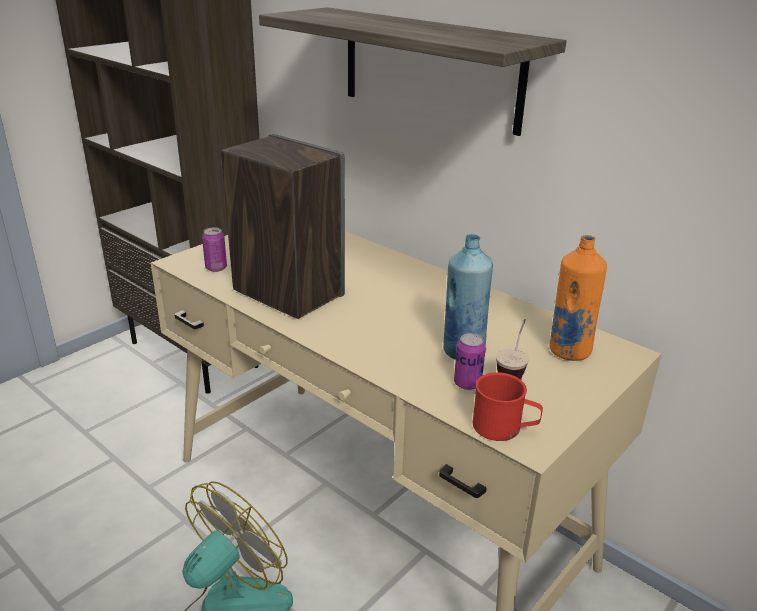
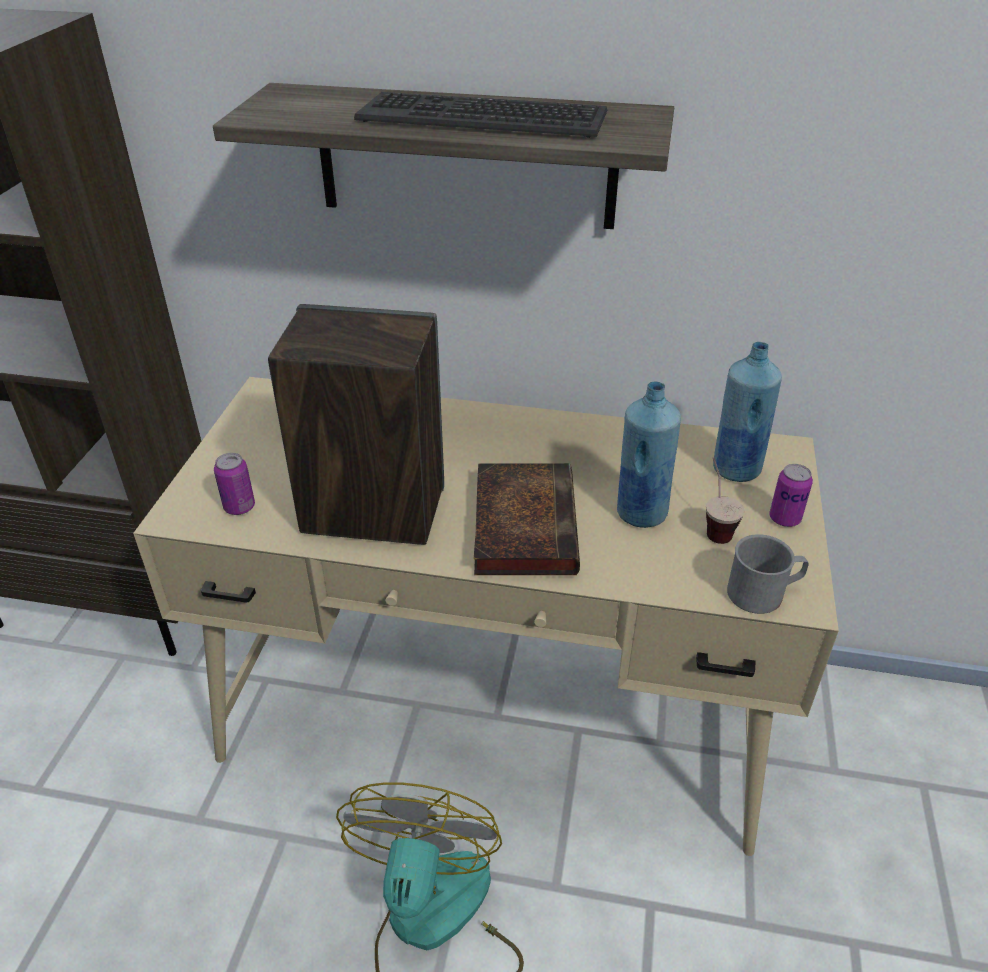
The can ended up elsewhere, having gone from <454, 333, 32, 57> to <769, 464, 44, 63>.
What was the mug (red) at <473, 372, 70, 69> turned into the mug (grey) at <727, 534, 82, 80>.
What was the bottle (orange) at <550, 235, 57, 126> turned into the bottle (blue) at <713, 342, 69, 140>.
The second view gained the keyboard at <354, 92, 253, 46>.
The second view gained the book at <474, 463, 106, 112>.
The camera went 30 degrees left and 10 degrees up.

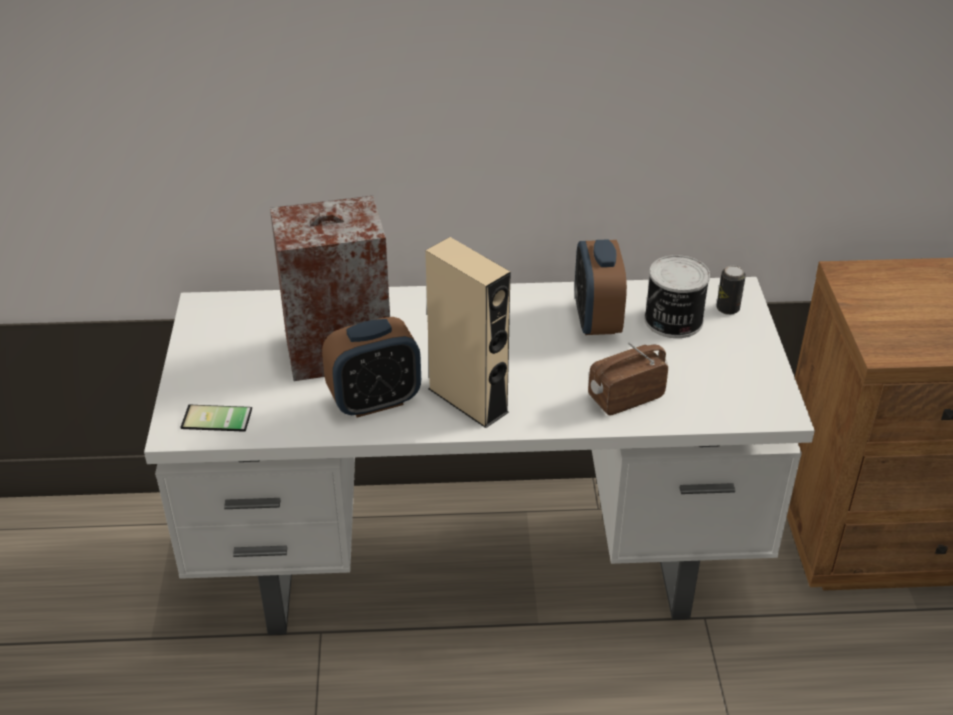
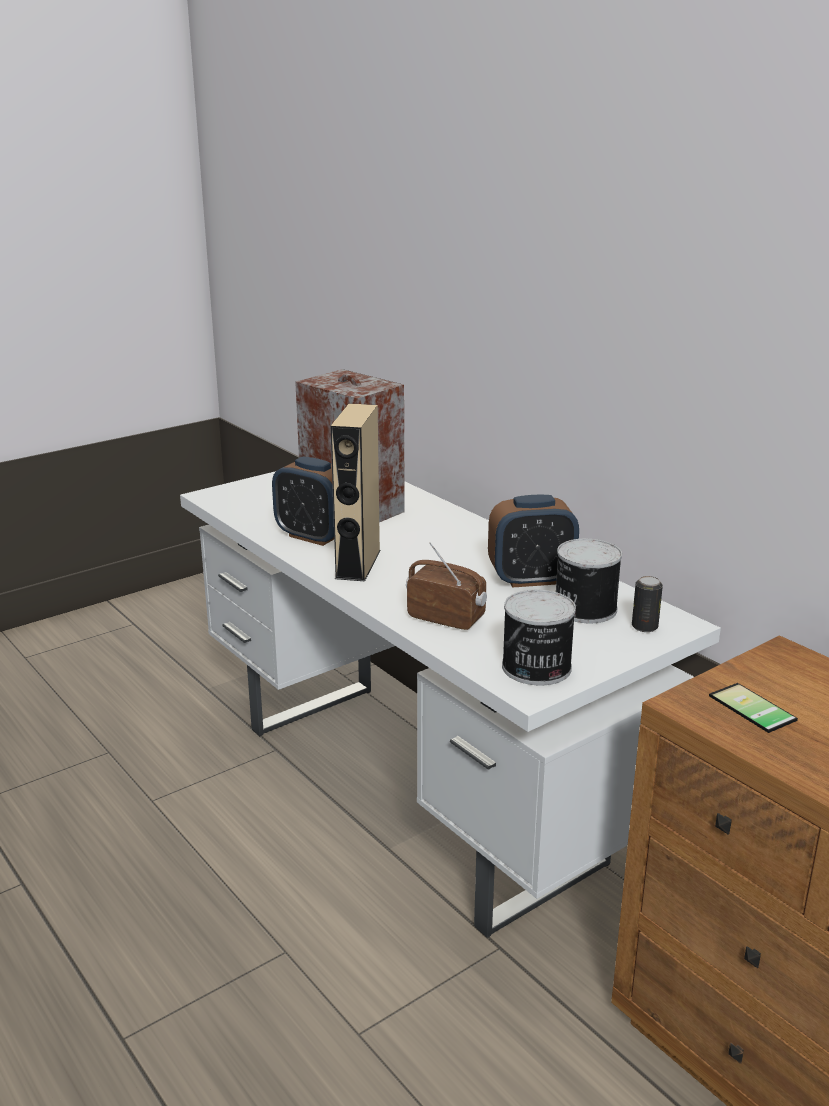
The phone ended up elsewhere, having gone from <180, 405, 72, 27> to <709, 683, 89, 50>.
The alarm clock at <575, 239, 52, 96> ended up facing another way, 150 degrees counterclockwise from before.
The second view gained the can at <502, 590, 74, 95>.
The camera went 55 degrees right and 15 degrees down.

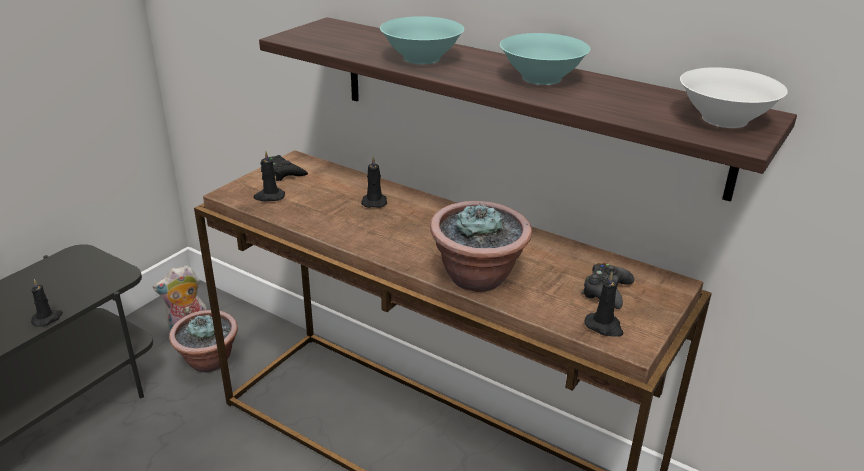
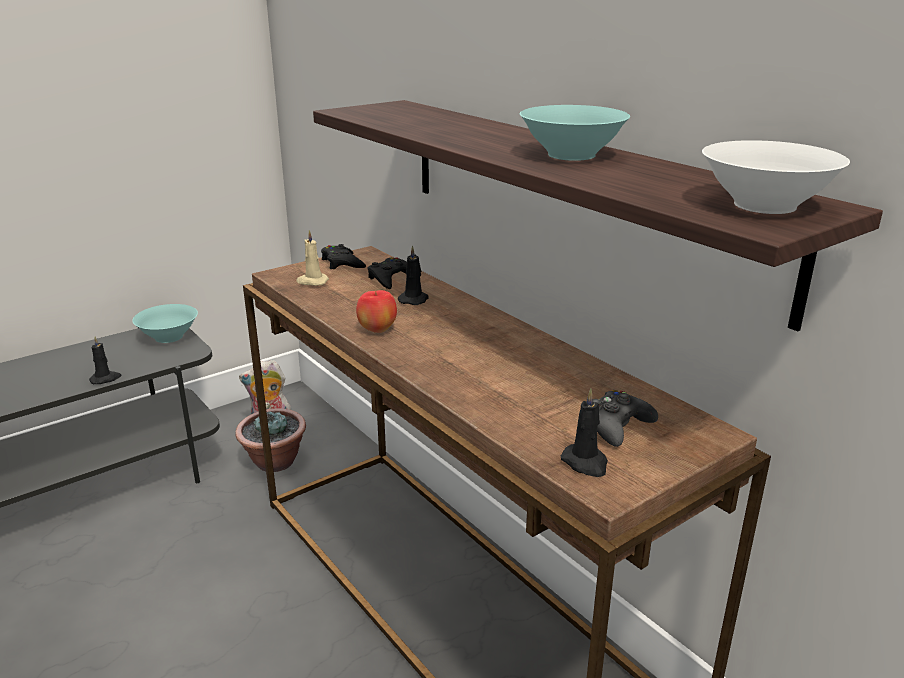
What was the candle (black) at <253, 150, 32, 51> turned into the candle (beige) at <296, 230, 33, 56>.
The bowl (turquoise) ended up elsewhere, having gone from <380, 16, 84, 48> to <132, 304, 66, 39>.
The second view lost the potted plant at <430, 201, 102, 91>.
The second view gained the apple at <356, 290, 41, 43>.
The second view gained the game controller (black) at <368, 258, 53, 31>.
The camera went 20 degrees right and 5 degrees down.

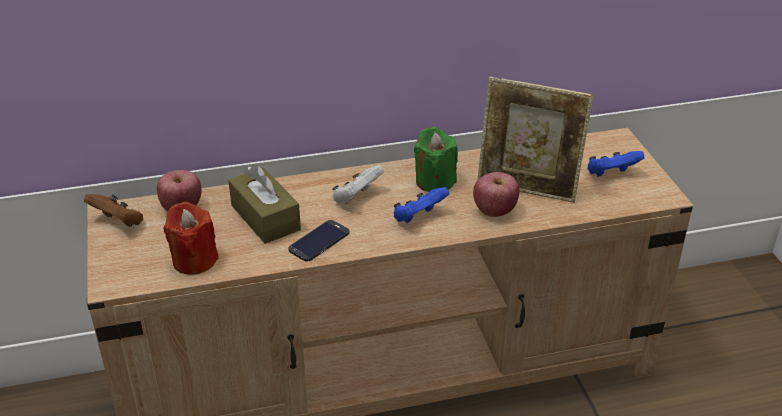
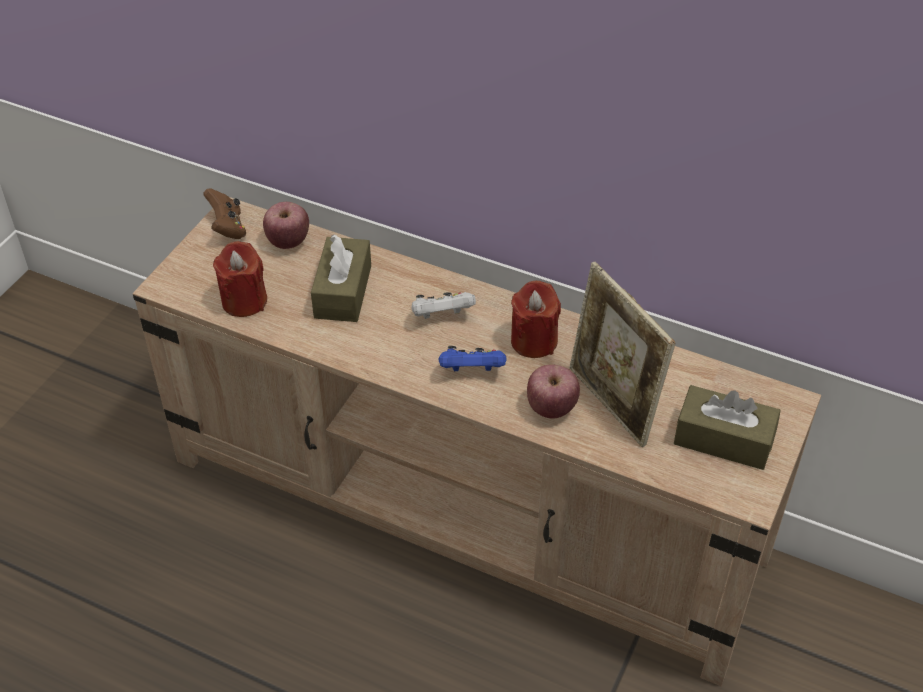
The second view lost the phone at <288, 220, 61, 42>.
What was the candle (green) at <414, 127, 44, 65> turned into the candle (red) at <511, 281, 50, 77>.
Where the game controller (blue) stood at <587, 151, 57, 26>, the tissue box (brown) came to stand at <674, 385, 107, 85>.
The camera went 40 degrees right and 10 degrees up.

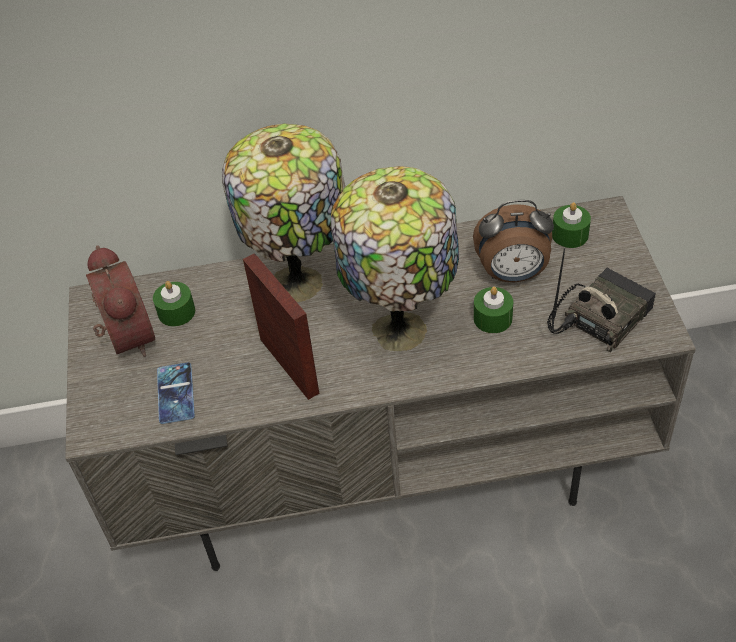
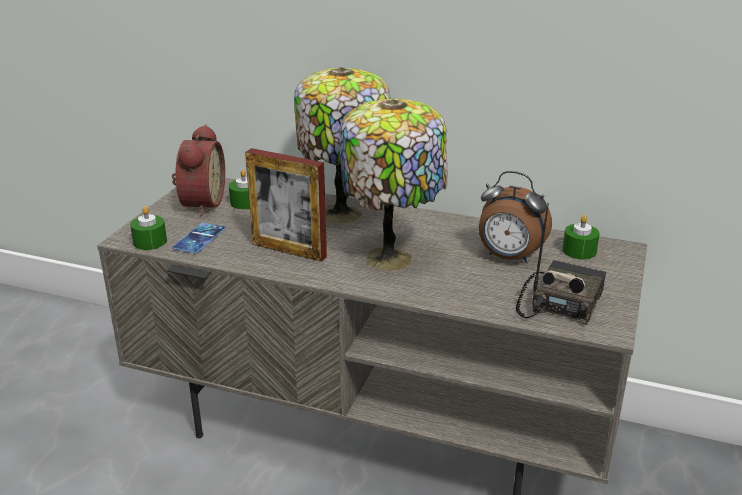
The picture frame at <243, 253, 76, 147> ended up facing another way, 120 degrees clockwise from before.
The candle (green) ended up elsewhere, having gone from <474, 287, 39, 46> to <130, 206, 37, 44>.
The radio at <547, 248, 109, 104> ended up facing another way, 45 degrees counterclockwise from before.
The camera went 25 degrees right and 20 degrees down.

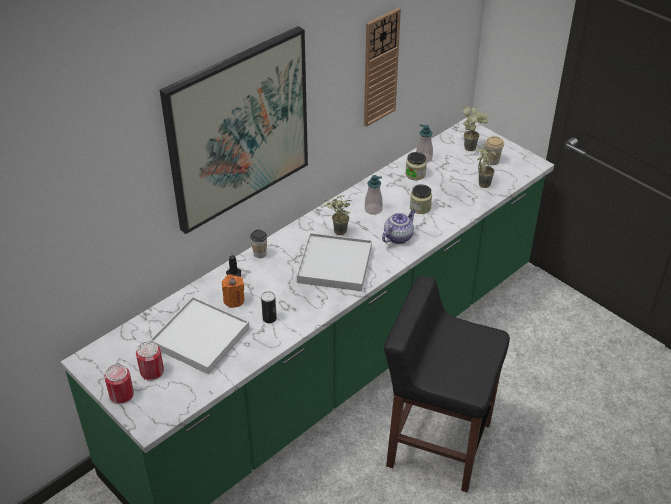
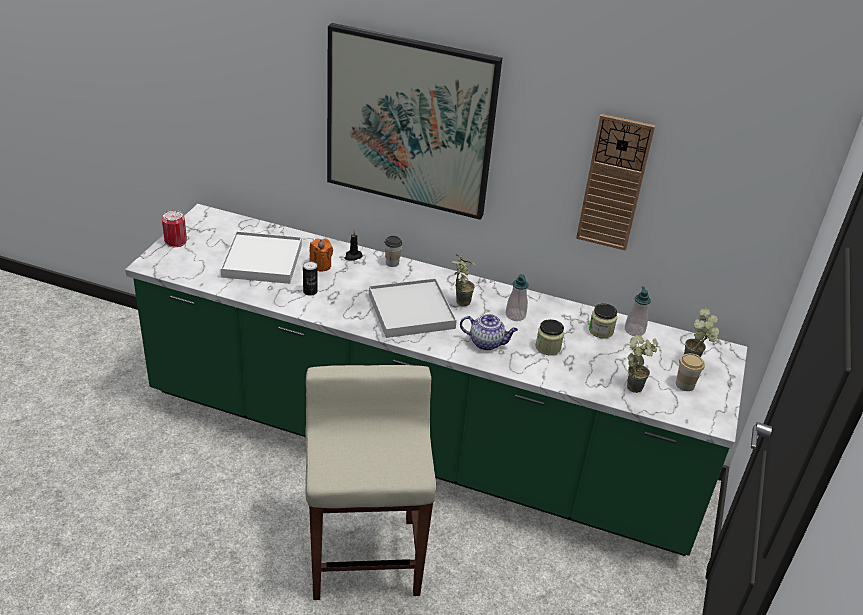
The second view lost the can at <136, 341, 28, 40>.
What was the stool (black) at <384, 276, 126, 216> turned into the stool (beige) at <305, 365, 131, 235>.
The camera went 60 degrees right and 5 degrees down.

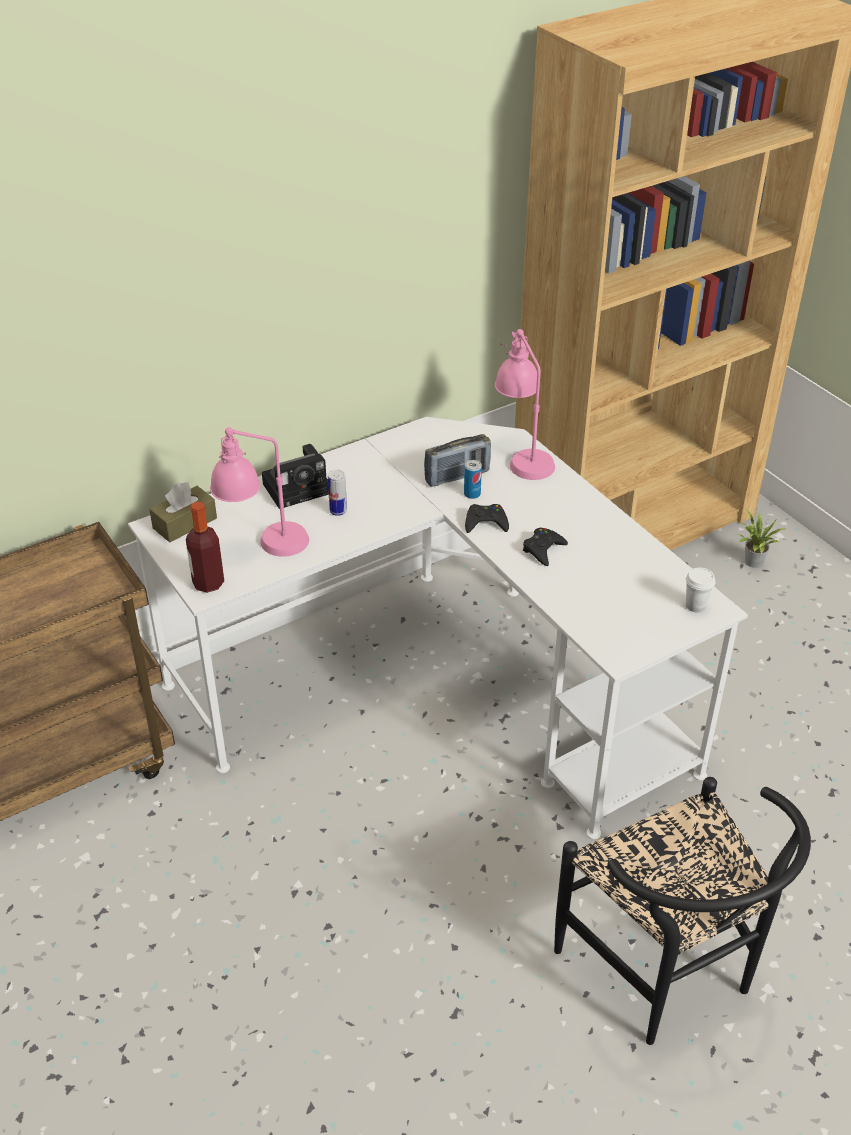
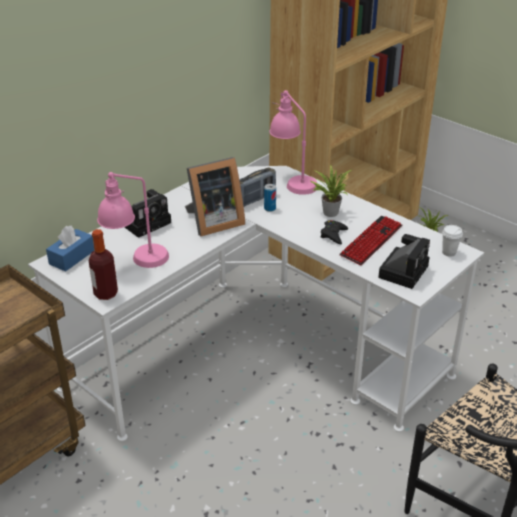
What was the tissue box (brown) at <149, 482, 68, 60> turned into the tissue box (blue) at <46, 226, 48, 46>.
The second view lost the can at <328, 469, 19, 47>.
The second view lost the game controller (black) at <465, 504, 44, 29>.
The second view gained the picture frame at <185, 157, 60, 79>.
The second view gained the potted plant at <310, 164, 43, 53>.
The second view gained the keyboard at <340, 216, 62, 49>.
The second view gained the photo camera at <378, 234, 52, 55>.
The camera went 15 degrees left and 5 degrees down.

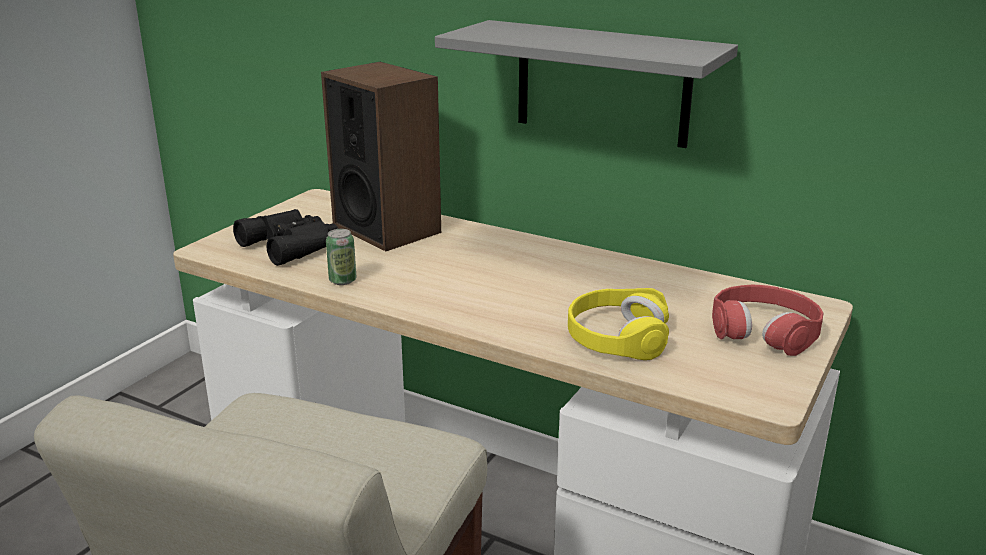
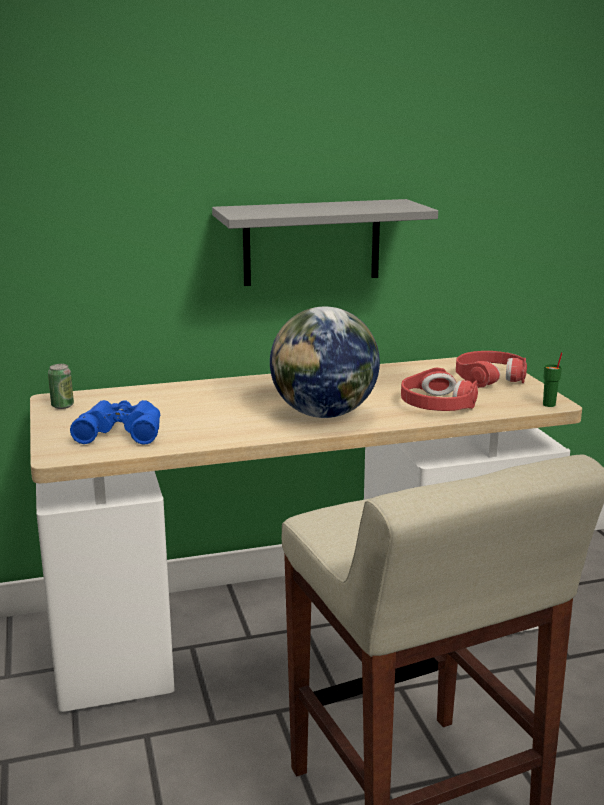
What was the binoculars (black) at <233, 209, 105, 57> turned into the binoculars (blue) at <70, 400, 90, 45>.
The second view lost the speaker at <321, 62, 120, 189>.
The can ended up elsewhere, having gone from <326, 229, 30, 56> to <48, 364, 26, 45>.
What was the headphones (yellow) at <568, 288, 101, 72> turned into the headphones (red) at <401, 367, 77, 44>.
The second view gained the globe at <270, 307, 110, 111>.
The second view gained the cup (green) at <543, 353, 19, 54>.
The camera went 45 degrees left and 5 degrees down.

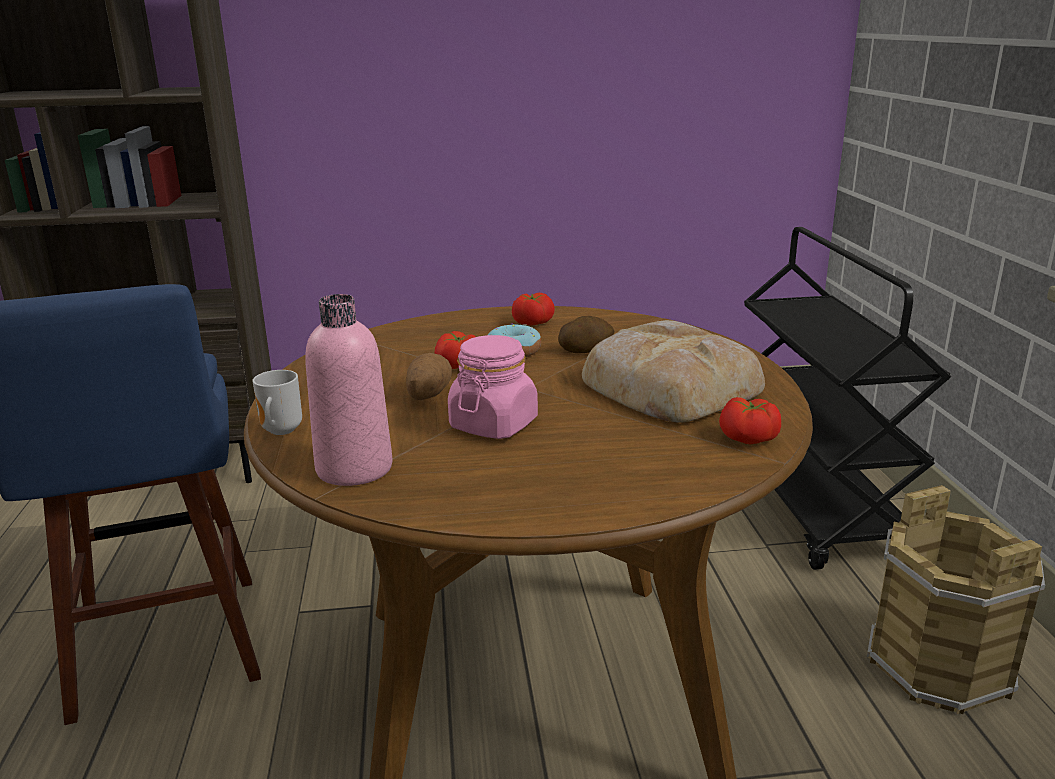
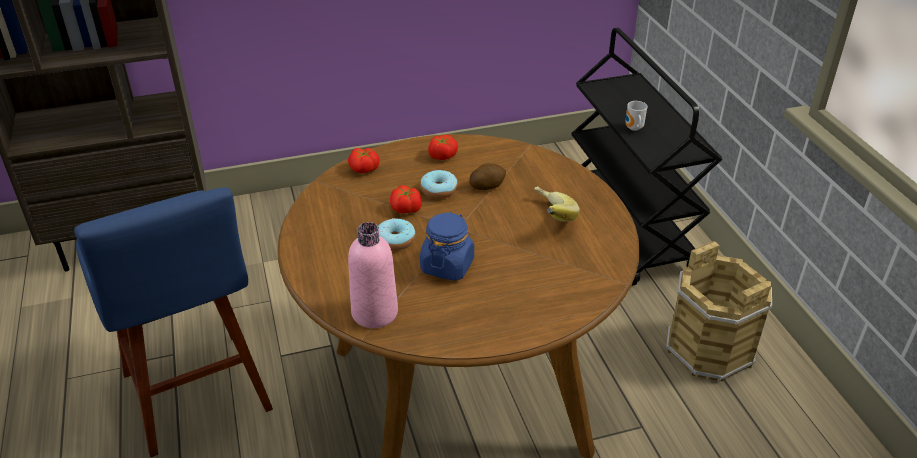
The mug ended up elsewhere, having gone from <253, 370, 49, 65> to <625, 101, 22, 30>.
Where the potato stood at <406, 353, 46, 47>, the donut came to stand at <378, 218, 38, 33>.
What was the jar (pink) at <448, 335, 90, 104> turned into the jar (blue) at <420, 212, 54, 69>.
Where the bread stood at <582, 320, 183, 103>, the banana came to stand at <534, 186, 46, 36>.
The tomato ended up elsewhere, having gone from <719, 397, 62, 48> to <348, 148, 32, 25>.
The camera went 10 degrees left and 15 degrees up.

